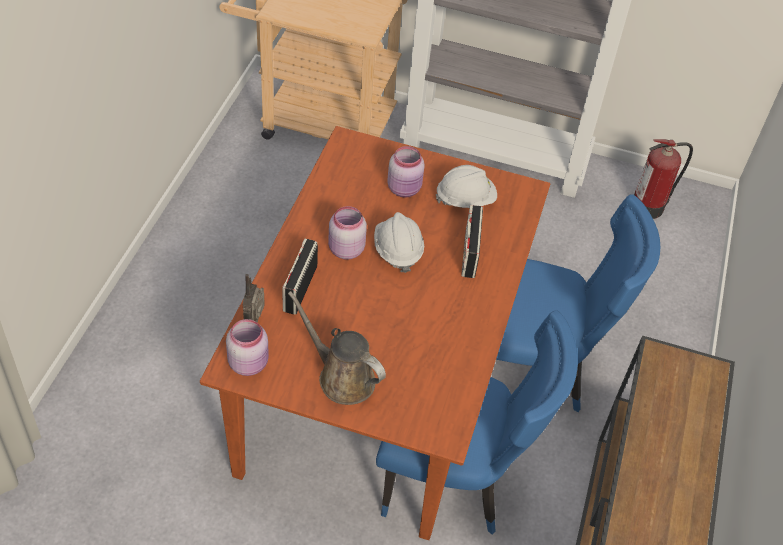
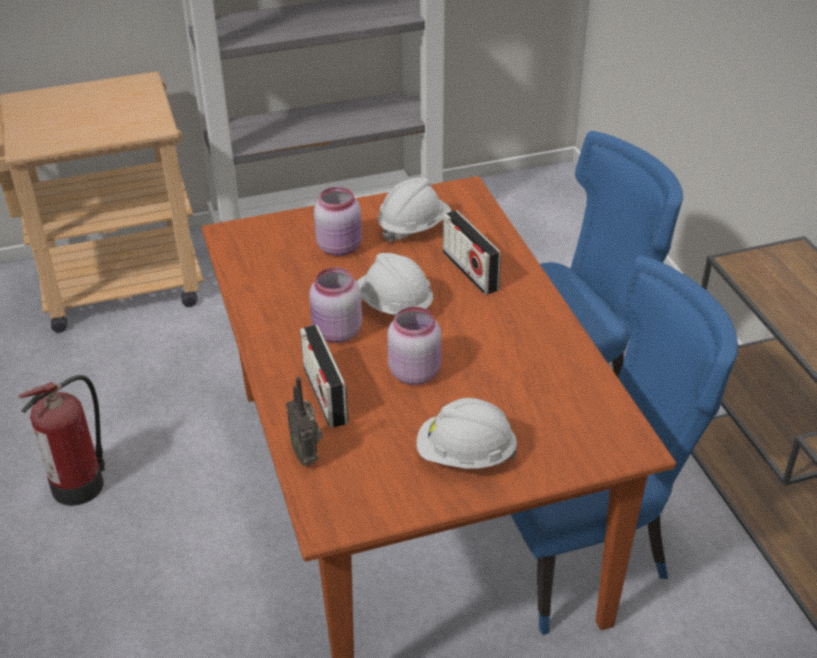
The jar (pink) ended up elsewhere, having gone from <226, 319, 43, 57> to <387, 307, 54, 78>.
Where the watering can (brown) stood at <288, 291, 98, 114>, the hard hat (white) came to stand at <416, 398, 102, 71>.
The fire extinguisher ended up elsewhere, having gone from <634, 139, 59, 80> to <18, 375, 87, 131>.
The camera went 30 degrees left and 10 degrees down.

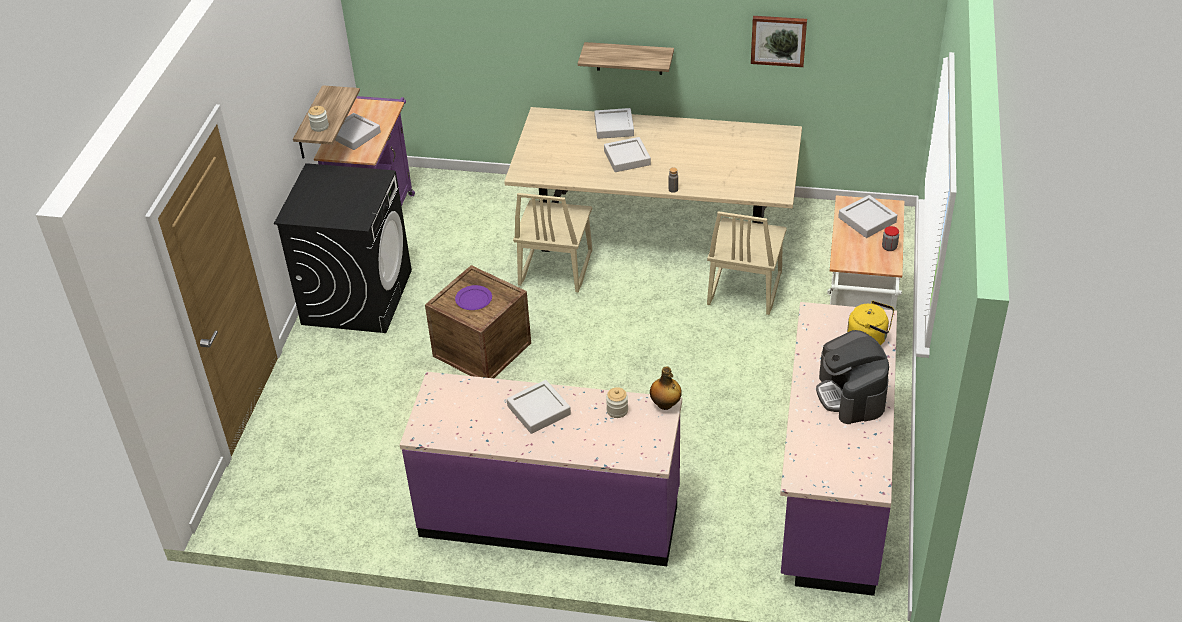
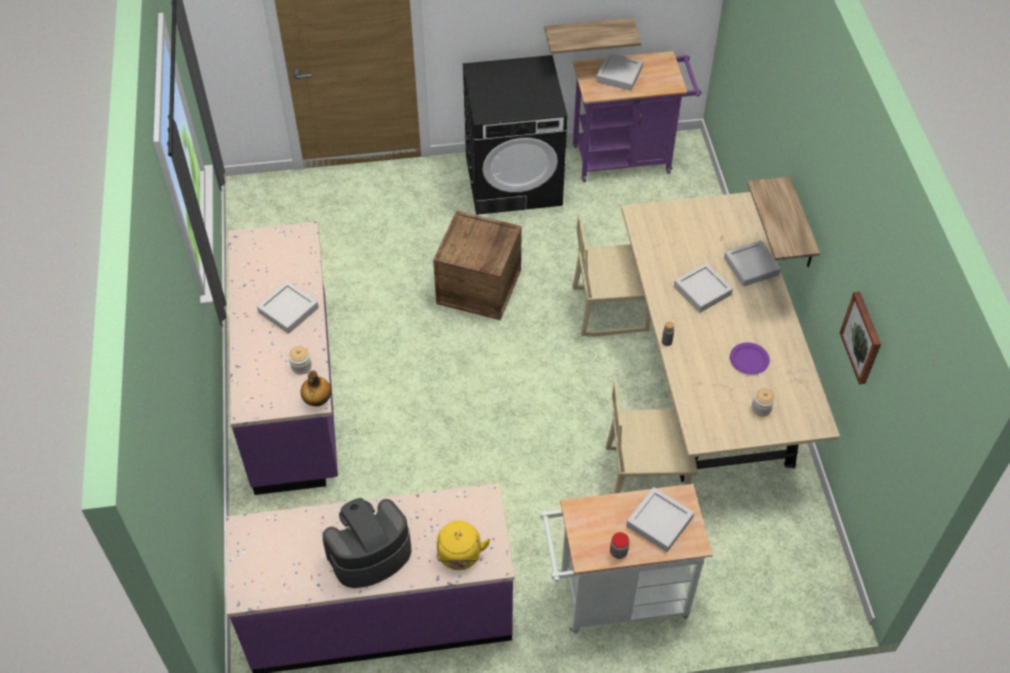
The jar ended up elsewhere, having gone from <308, 106, 21, 26> to <751, 388, 24, 28>.
The plate (purple) ended up elsewhere, having gone from <455, 285, 37, 25> to <730, 342, 40, 33>.
The camera went 70 degrees right and 10 degrees up.

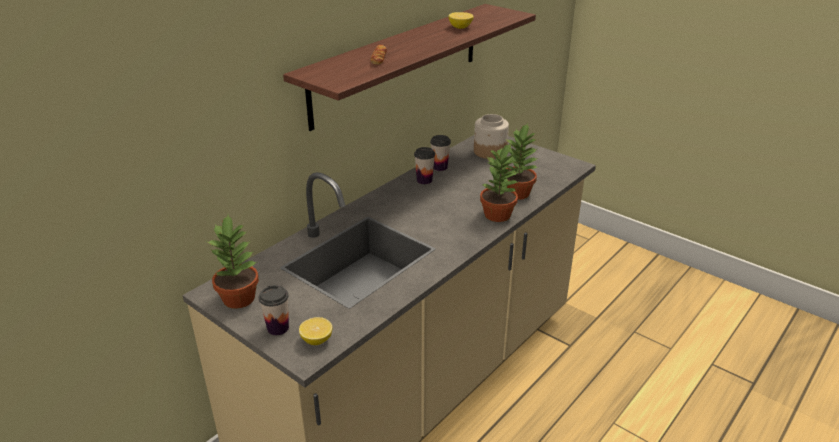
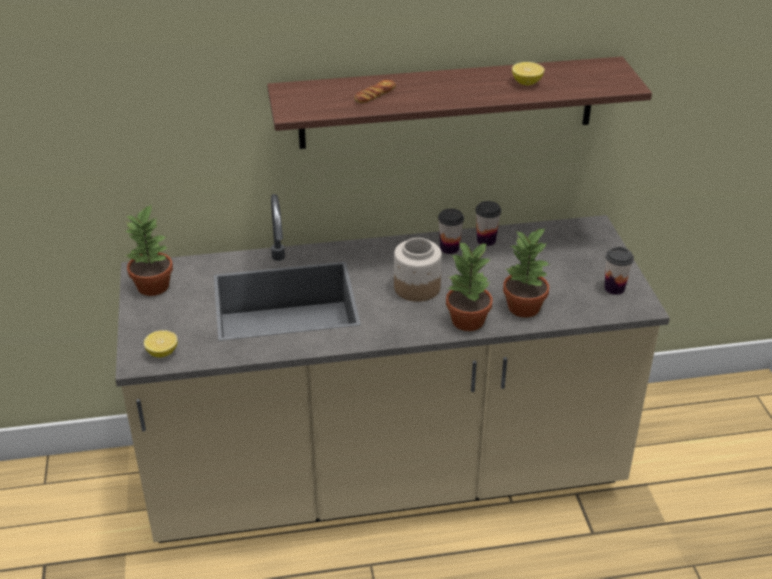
The cup ended up elsewhere, having gone from <259, 285, 30, 50> to <604, 247, 30, 48>.
The jar ended up elsewhere, having gone from <474, 114, 35, 45> to <394, 238, 48, 64>.
The camera went 40 degrees right and 5 degrees up.

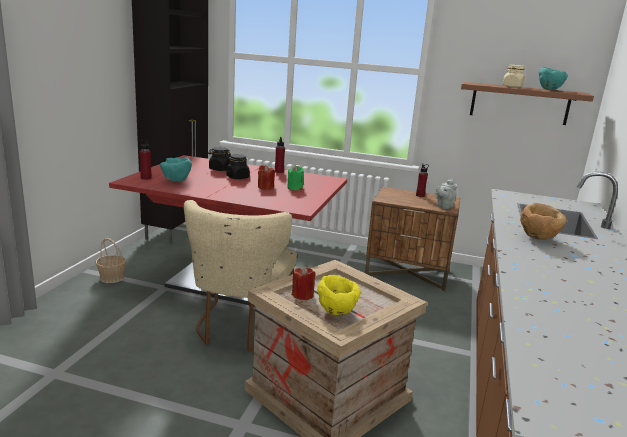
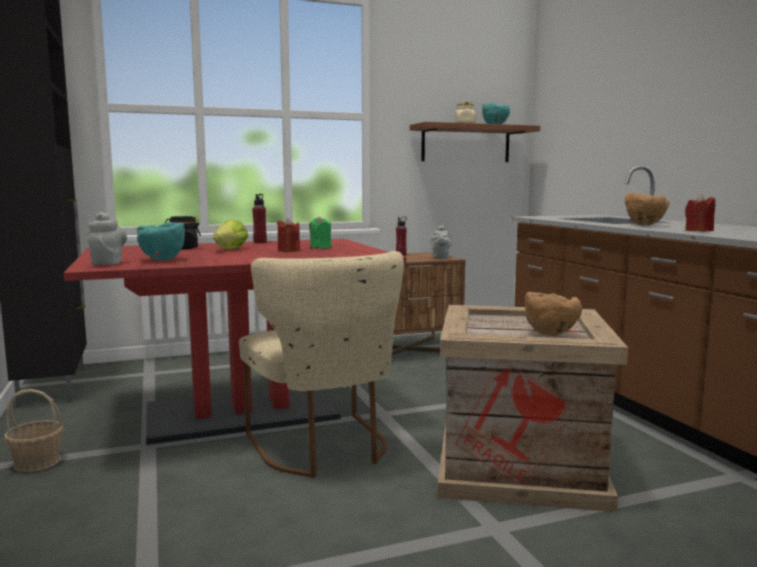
Where the bottle (red) stood at <139, 140, 13, 40>, the teapot (grey) came to stand at <88, 212, 39, 53>.
Where the jar (black) stood at <226, 154, 24, 25>, the lettuce came to stand at <213, 220, 35, 29>.
The candle (red) ended up elsewhere, having gone from <292, 267, 23, 33> to <685, 194, 30, 37>.
What was the bowl (yellow) at <317, 275, 44, 40> turned into the bowl (brown) at <525, 292, 57, 44>.
The camera went 35 degrees left and 10 degrees down.

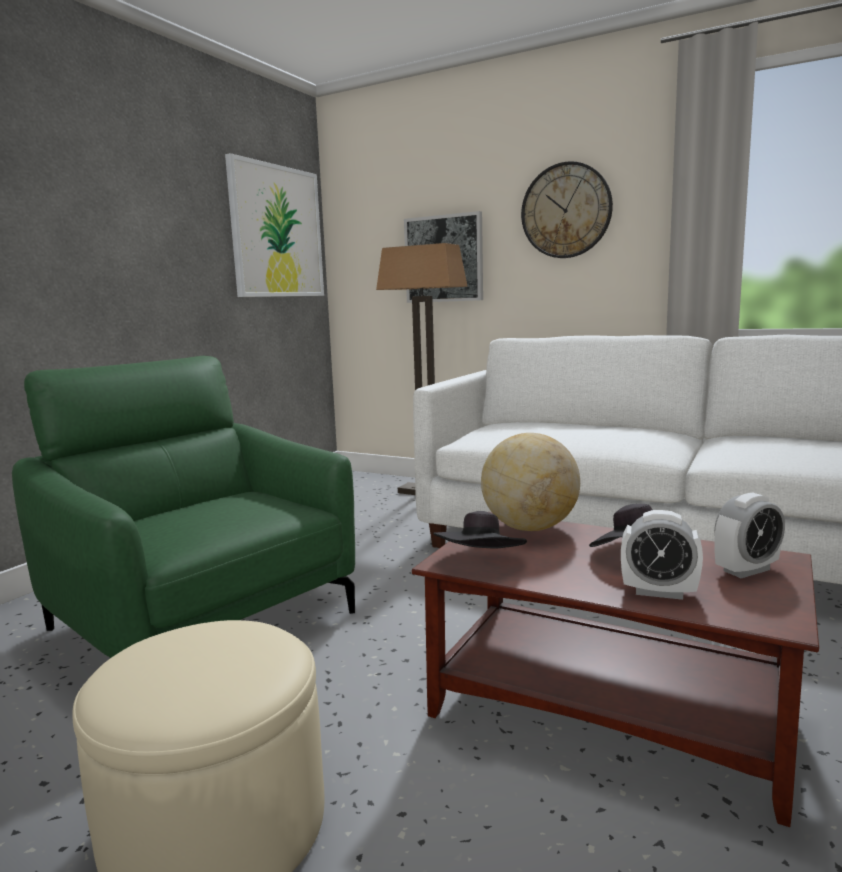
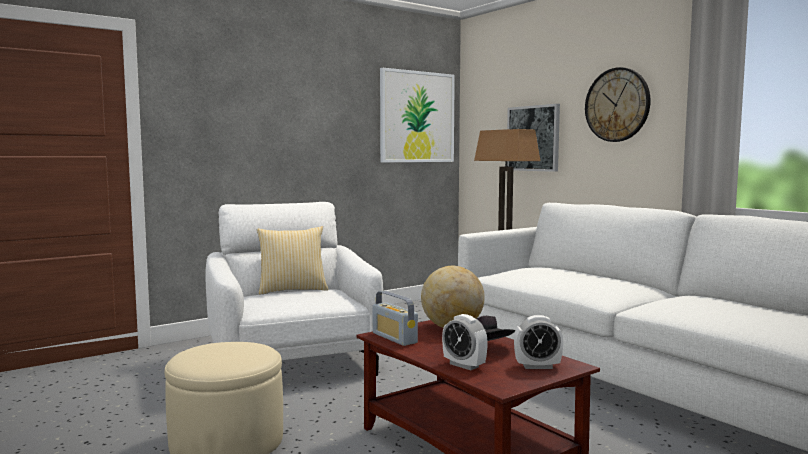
What was the armchair (green) at <12, 356, 343, 302> turned into the armchair (white) at <206, 202, 177, 174>.
Where the hat (black) stood at <433, 511, 94, 37>, the radio came to stand at <372, 291, 46, 55>.
The second view gained the pillow at <257, 226, 71, 69>.
The camera went 25 degrees right and 5 degrees down.

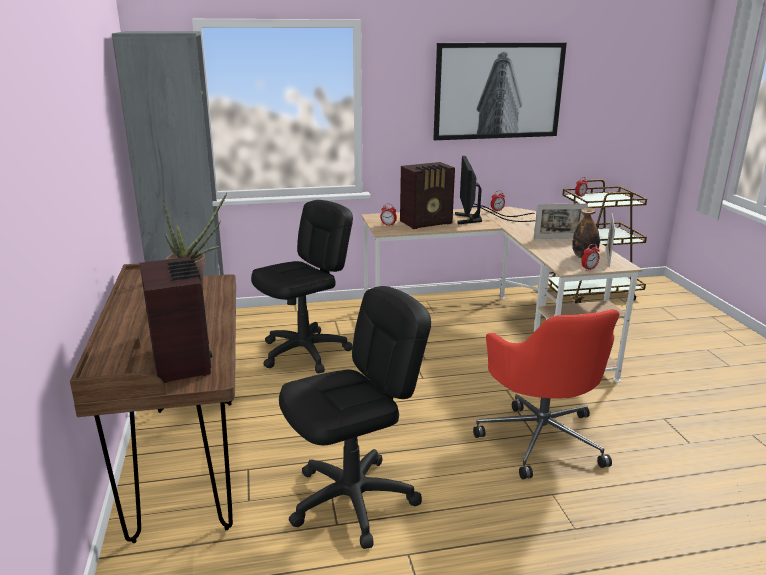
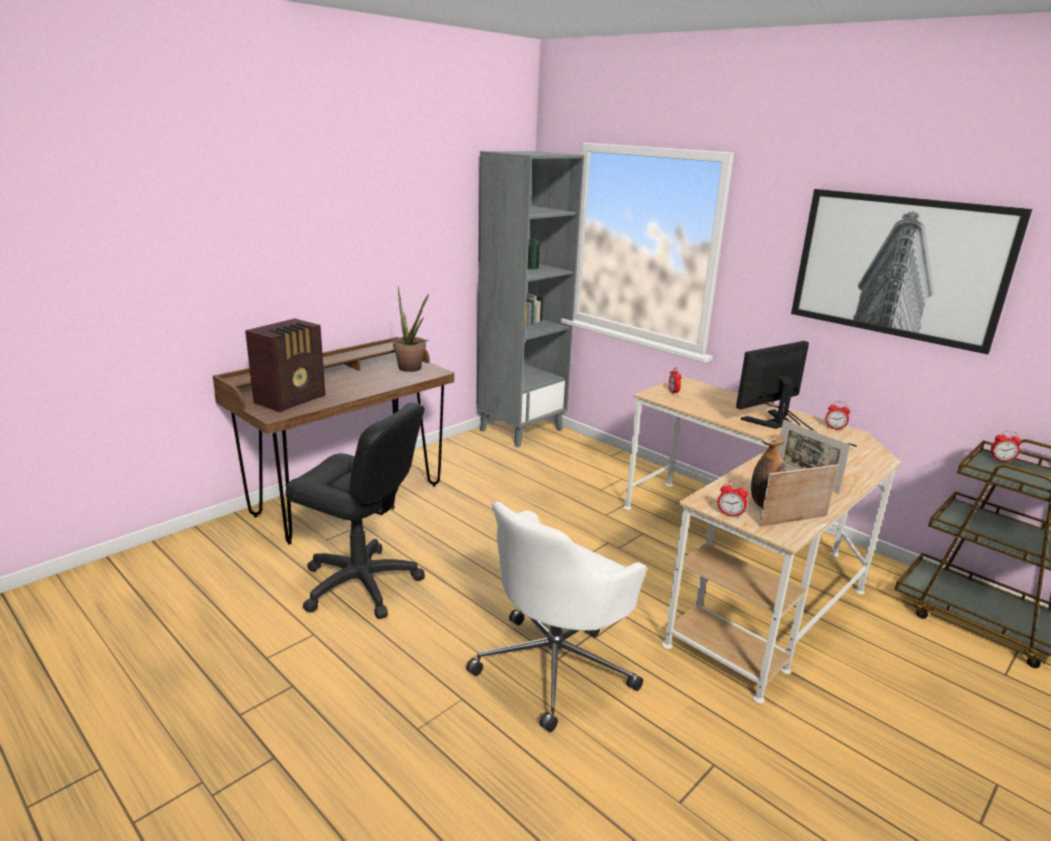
The second view lost the office chair (black) at <251, 200, 102, 173>.
The second view lost the radio at <400, 162, 55, 67>.
What was the office chair (red) at <473, 309, 146, 170> turned into the office chair (white) at <466, 502, 181, 230>.
The camera went 55 degrees right and 0 degrees up.

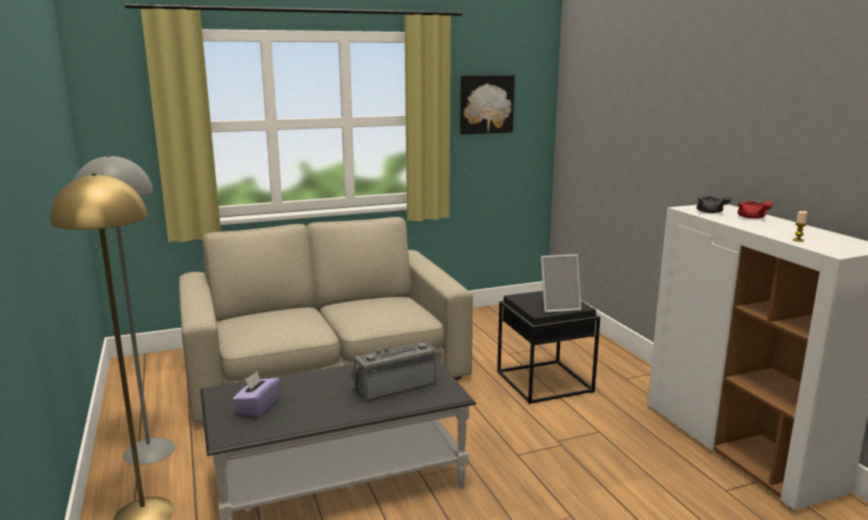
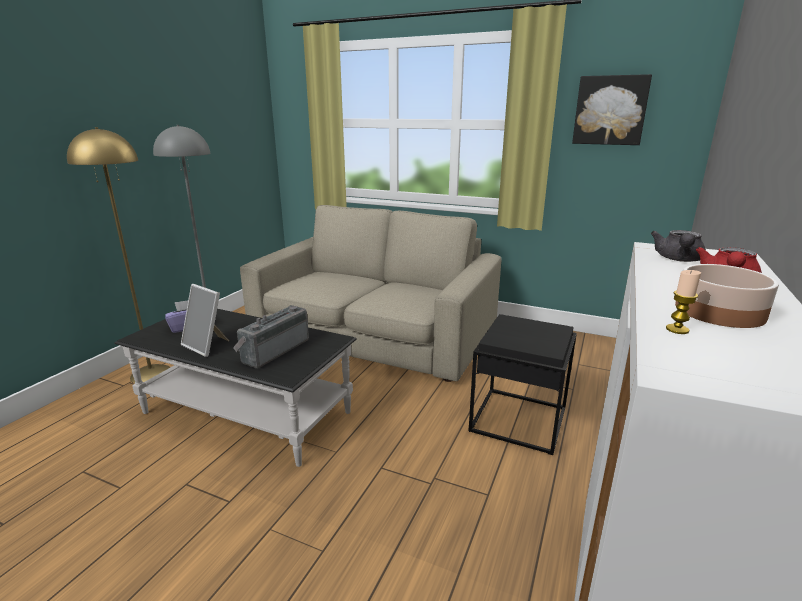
The radio at <350, 341, 86, 60> ended up facing another way, 75 degrees counterclockwise from before.
The picture frame ended up elsewhere, having gone from <541, 254, 41, 59> to <181, 284, 48, 73>.
The second view gained the bowl at <675, 264, 104, 64>.
The camera went 45 degrees right and 5 degrees up.

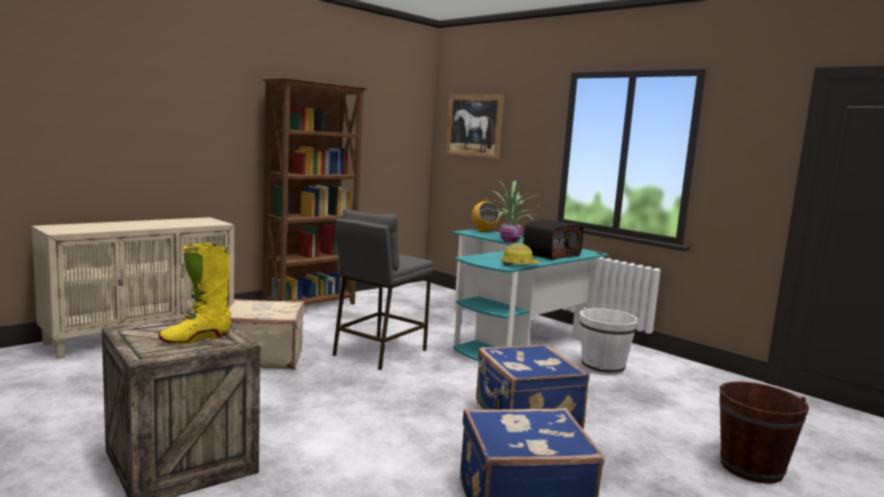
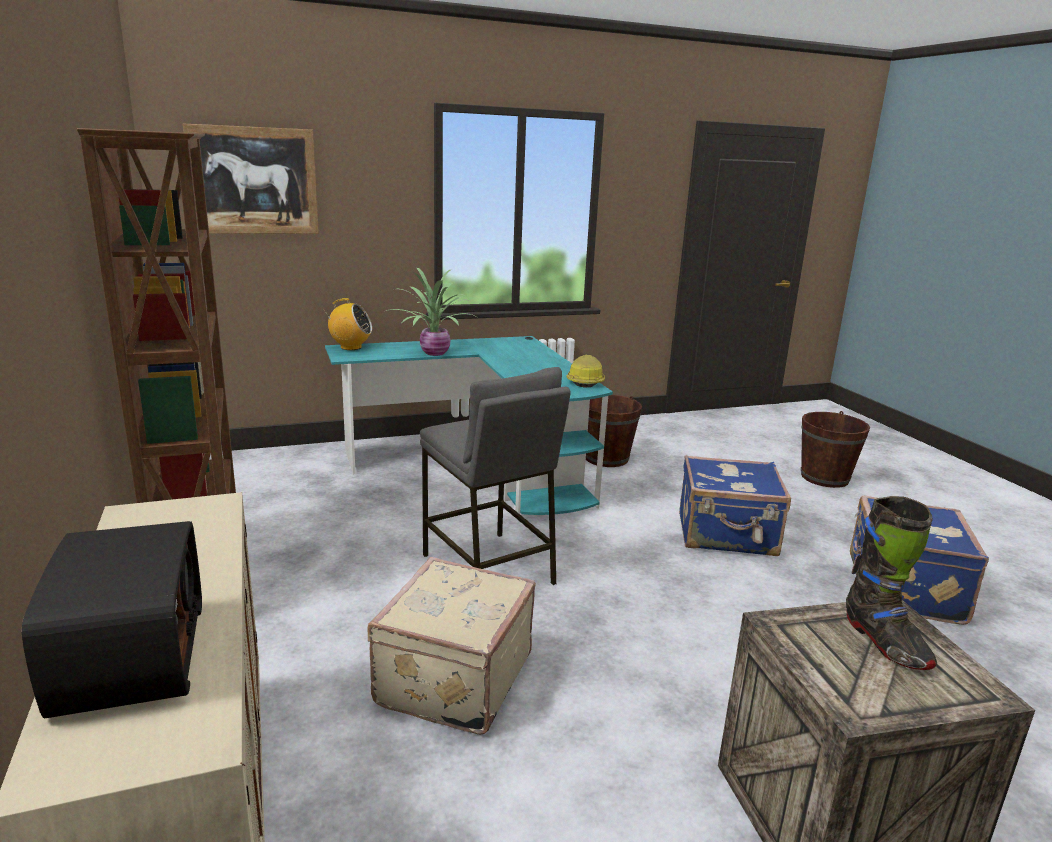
What was the boot (yellow) at <159, 243, 72, 101> turned into the boot (black) at <846, 496, 91, 174>.
The radio ended up elsewhere, having gone from <523, 220, 61, 40> to <21, 521, 181, 197>.
What was the bucket (white) at <580, 307, 58, 68> turned into the bucket (brown) at <586, 395, 56, 72>.
The camera went 65 degrees left and 10 degrees up.

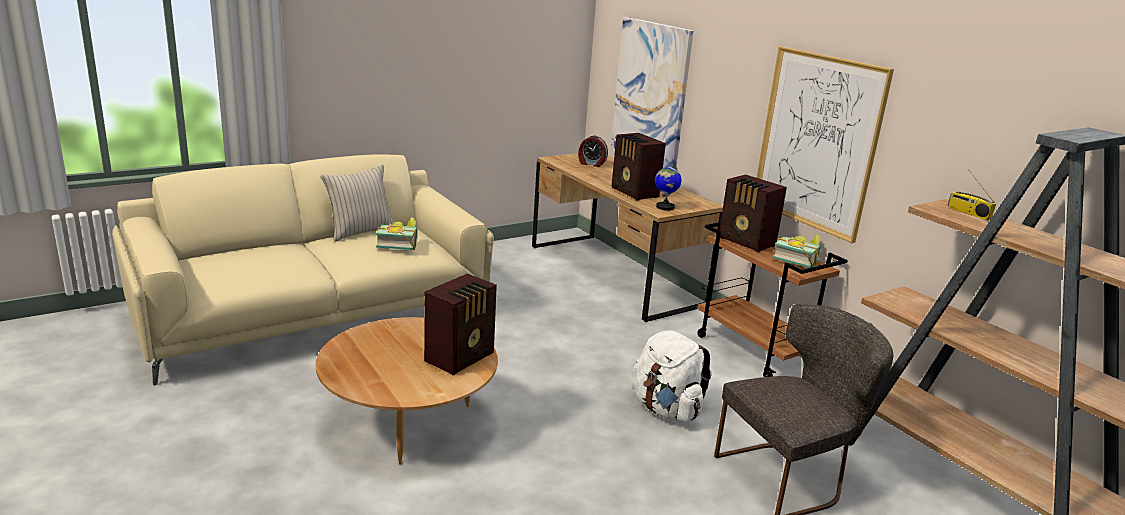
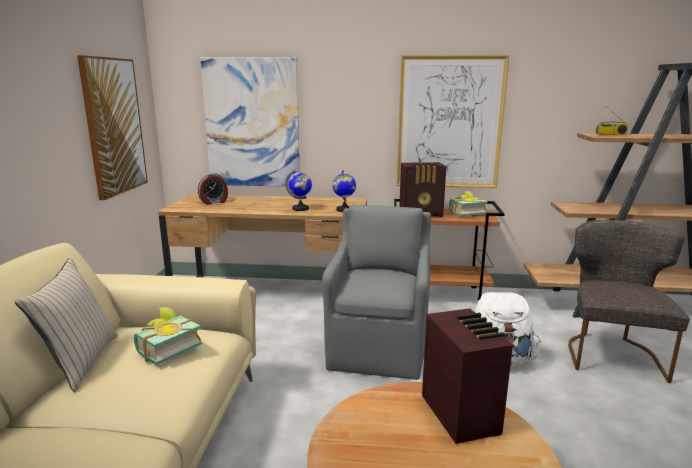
Where the radio stood at <611, 133, 55, 67>, the globe came to stand at <285, 170, 27, 41>.
The second view gained the picture at <77, 55, 71, 146>.
The second view gained the armchair (grey) at <322, 205, 109, 175>.
The camera went 50 degrees left and 5 degrees down.

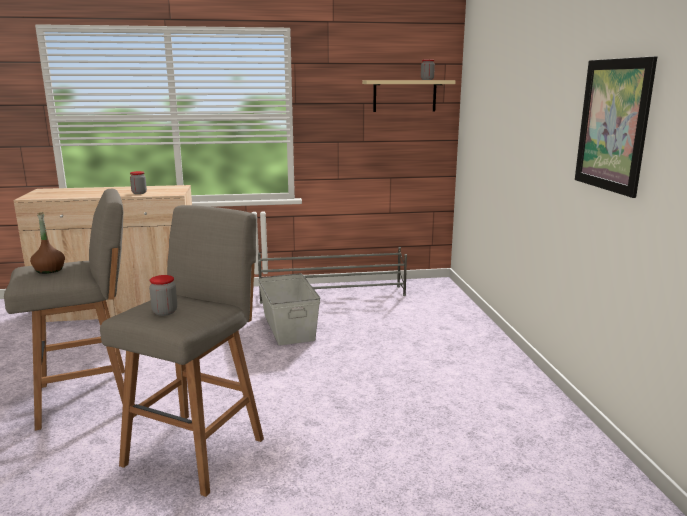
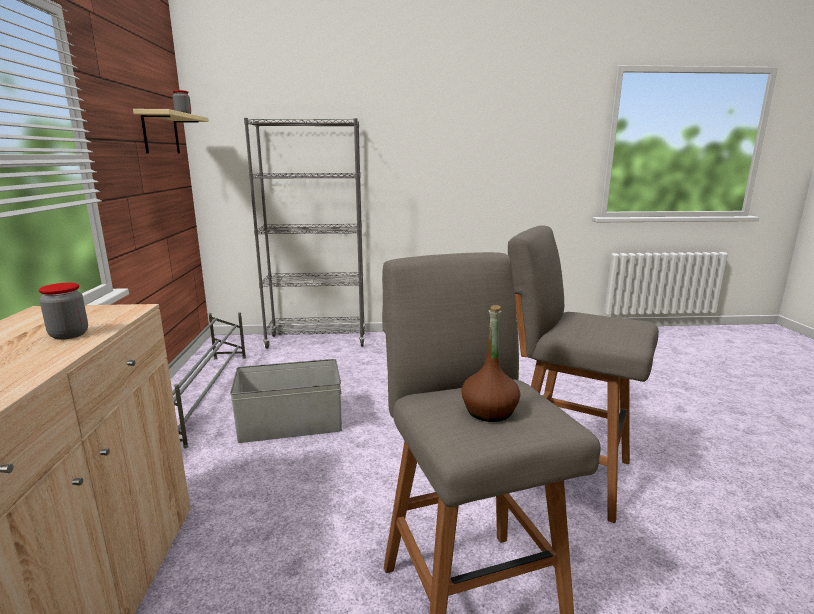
The second view lost the jar at <149, 275, 28, 41>.
The second view lost the picture at <575, 56, 82, 142>.
The second view gained the bookcase (grey) at <244, 118, 122, 231>.
The camera went 85 degrees left and 0 degrees up.

